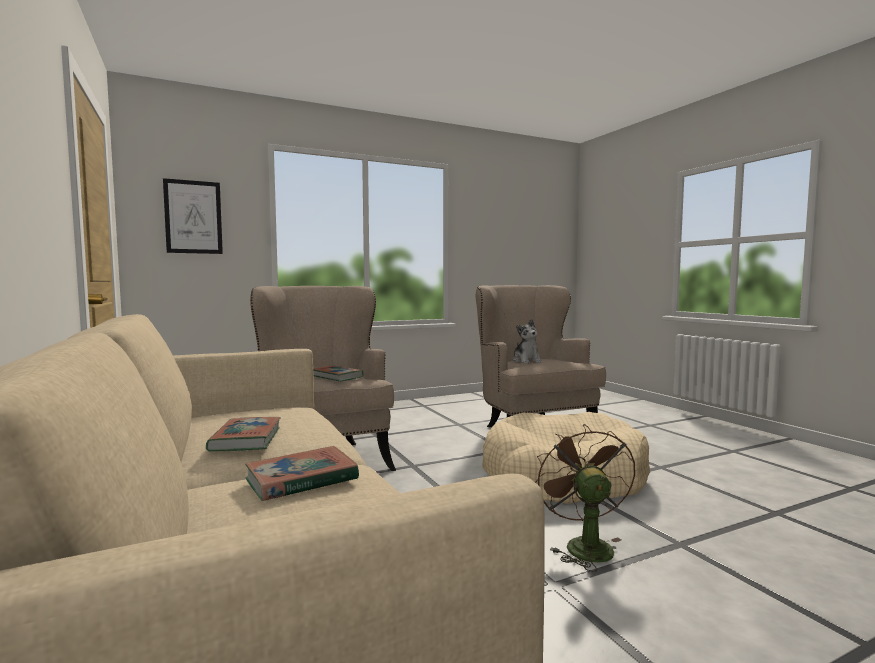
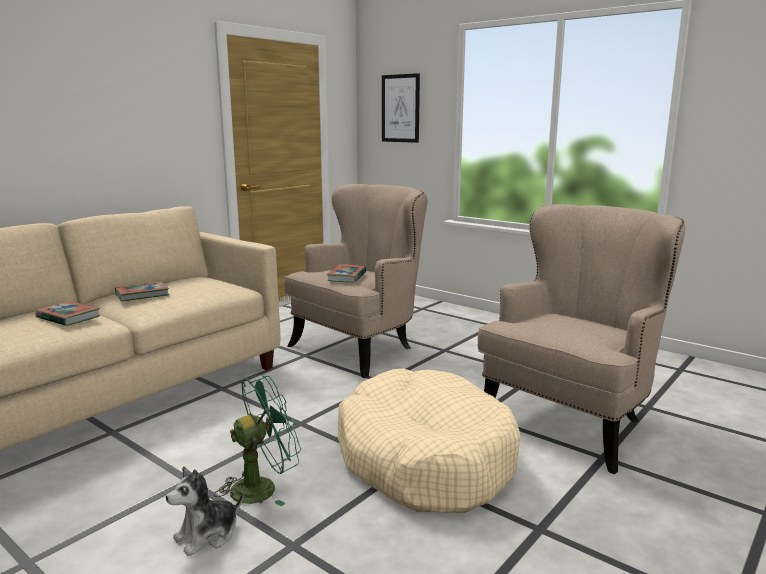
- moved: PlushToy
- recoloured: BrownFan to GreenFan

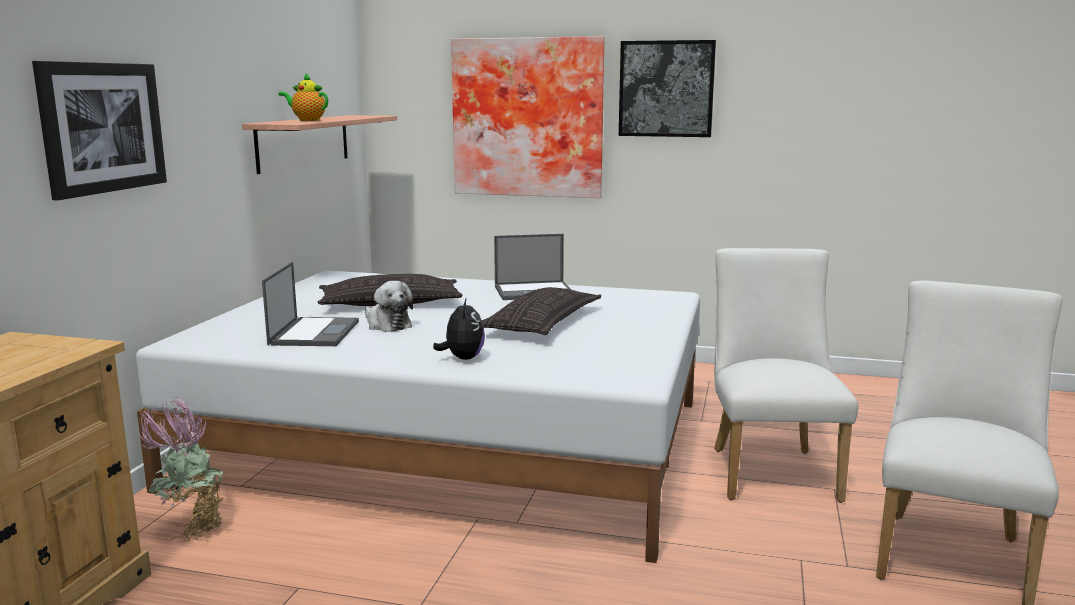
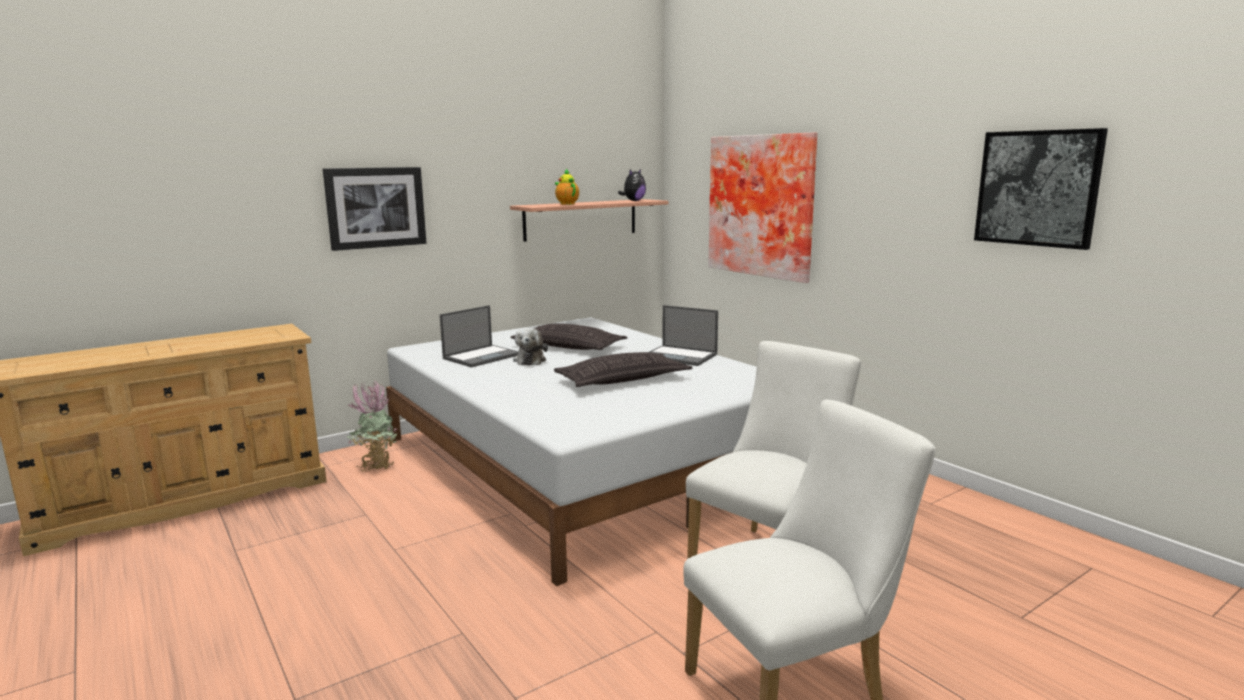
- moved: Picture (3rd from left)
- moved: PlushToy (2nd from left)

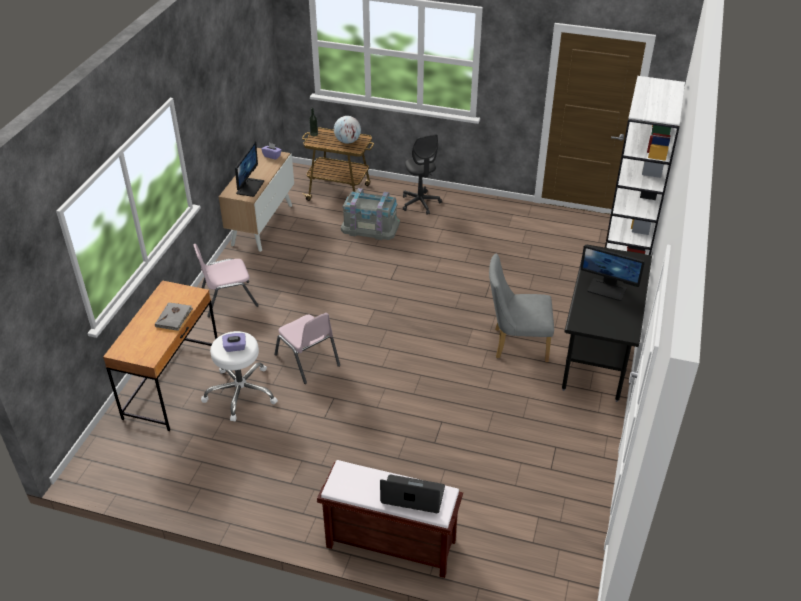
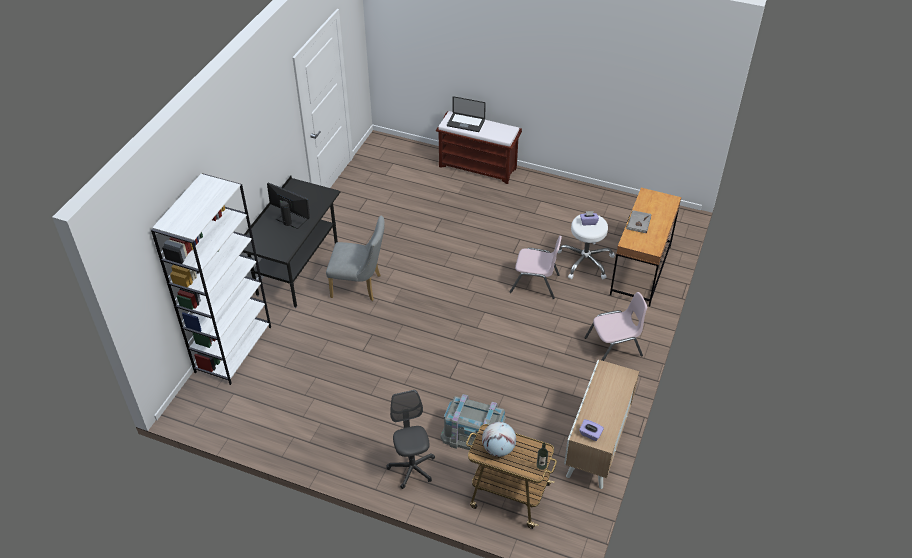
- removed: Monitor (1st from left)
- turned: PinkChair (2nd from left in the first image) 135 degrees clockwise

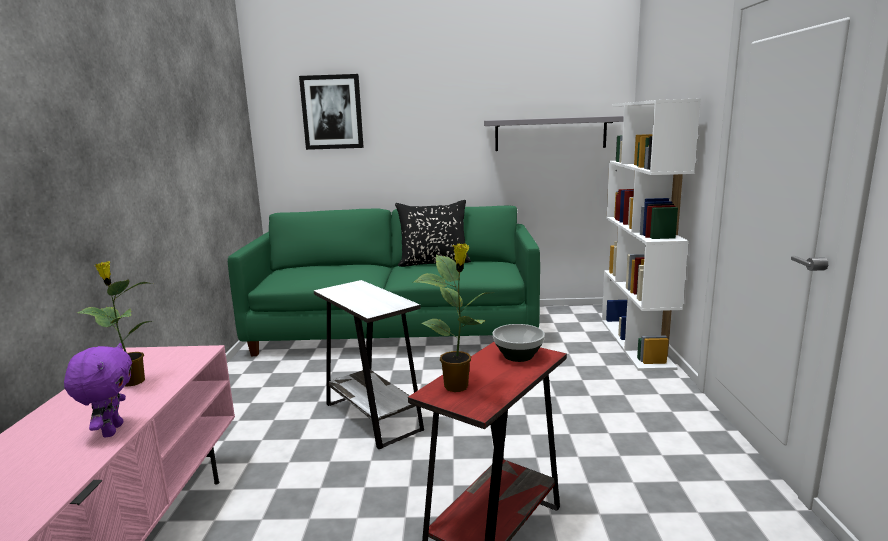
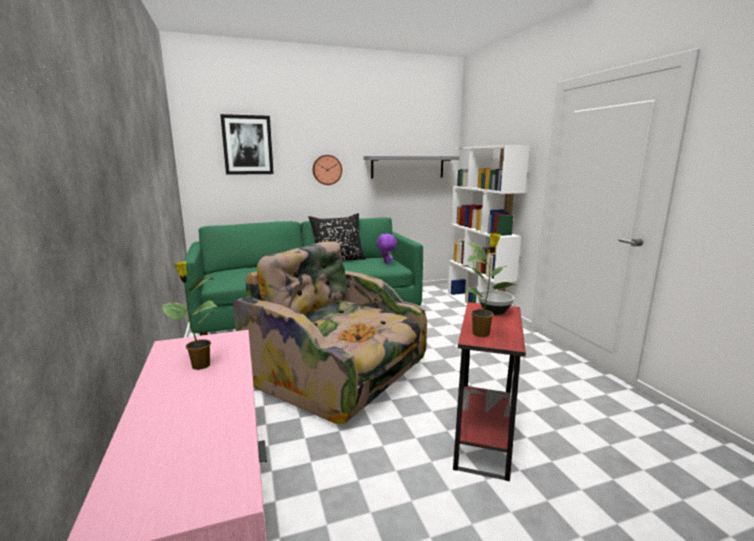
- replaced: WhiteSideTable to Armchair
- moved: PurplePlushToy
- added: WallClock

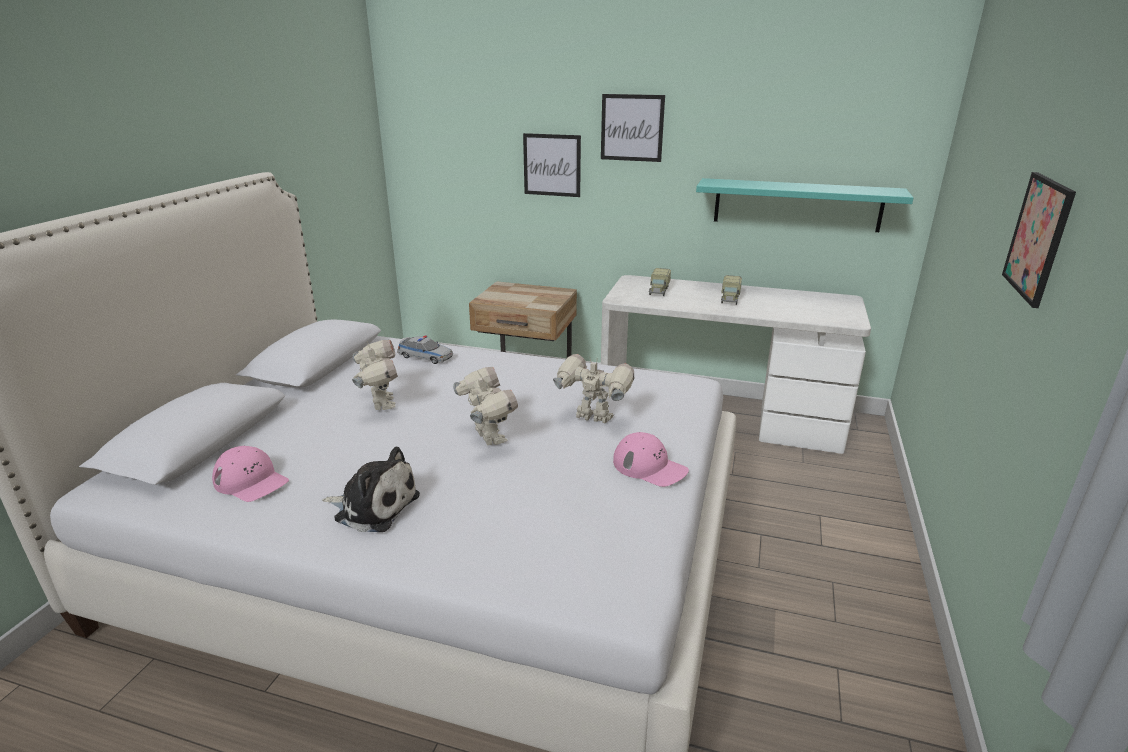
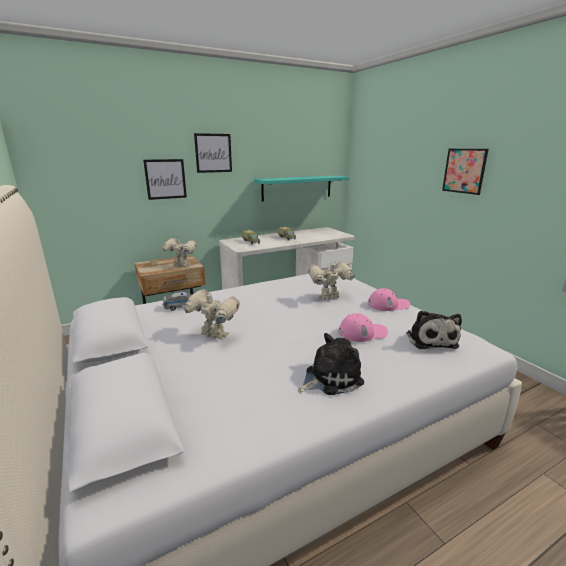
- moved: ToyRobot (2nd from left in the first image) to ToyRobot (1st from left)
- moved: PinkCap (1st from left)
- added: PlushToy (2nd from left)

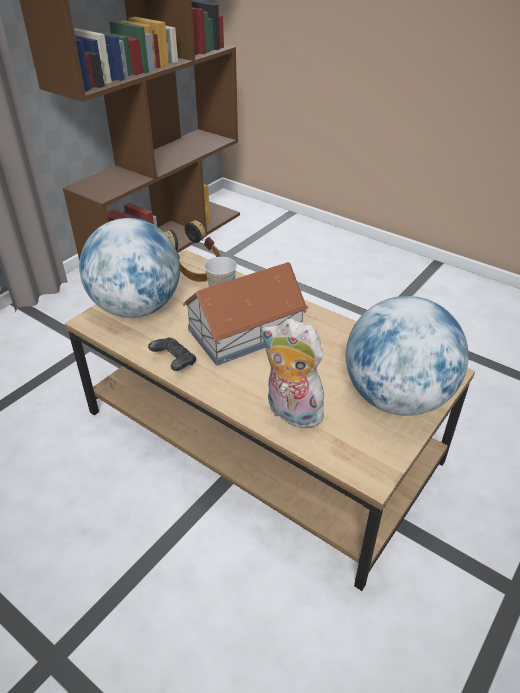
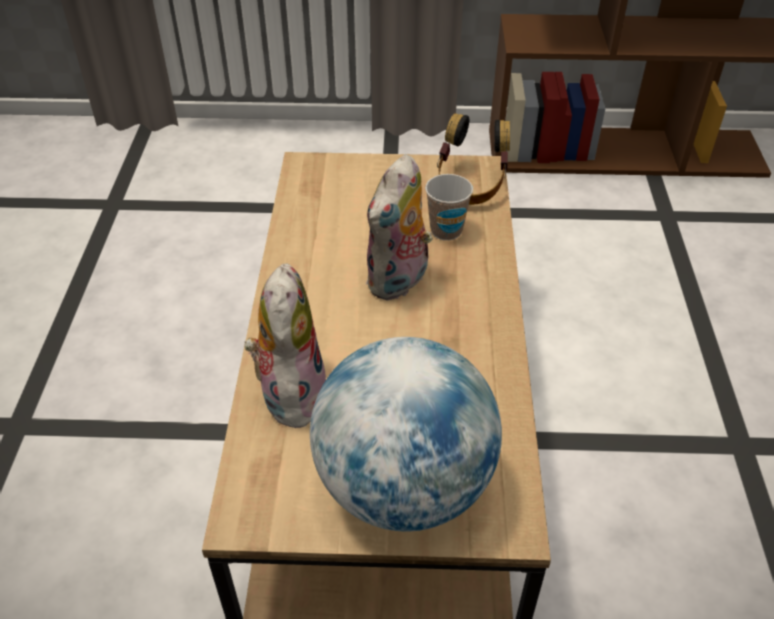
- removed: Globe (1st from left)
- replaced: ToyHouse to PlushToy (2nd from left)
- removed: BlackGameController

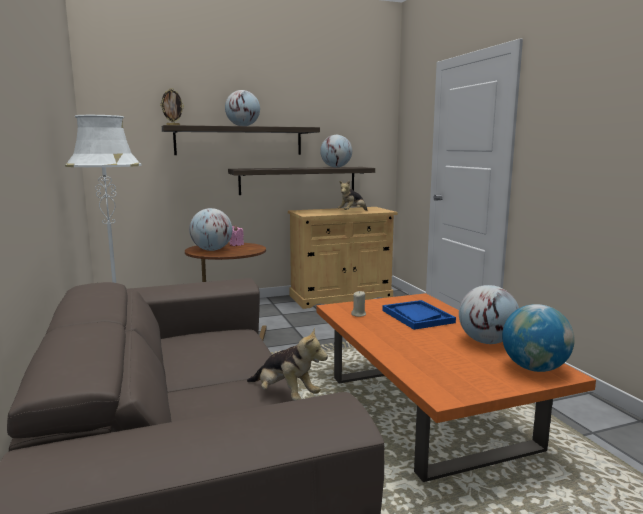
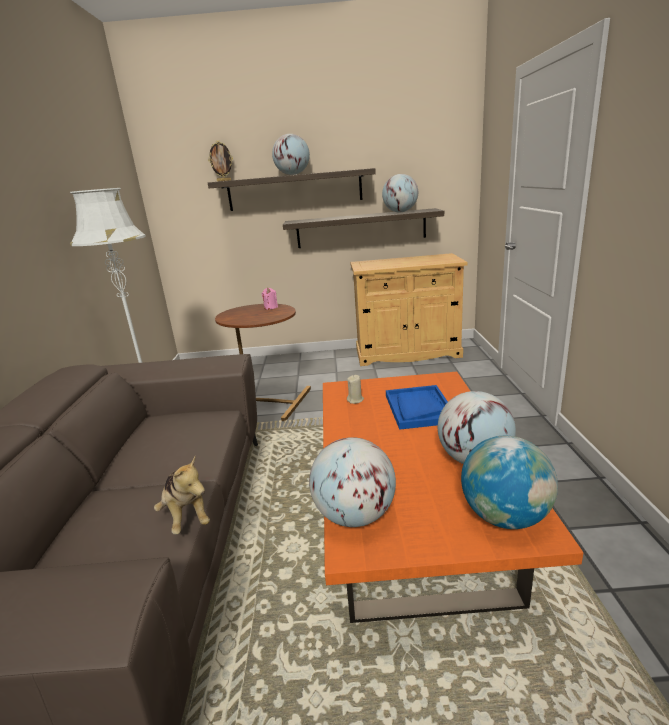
- removed: PlushToy (2nd from left)
- moved: Globe (1st from left in the first image) to Globe (2nd from left)

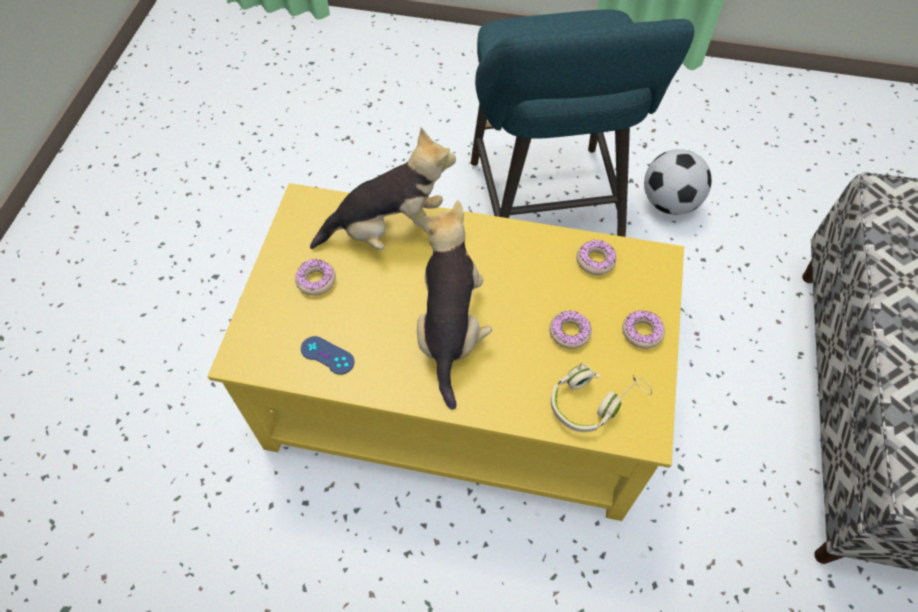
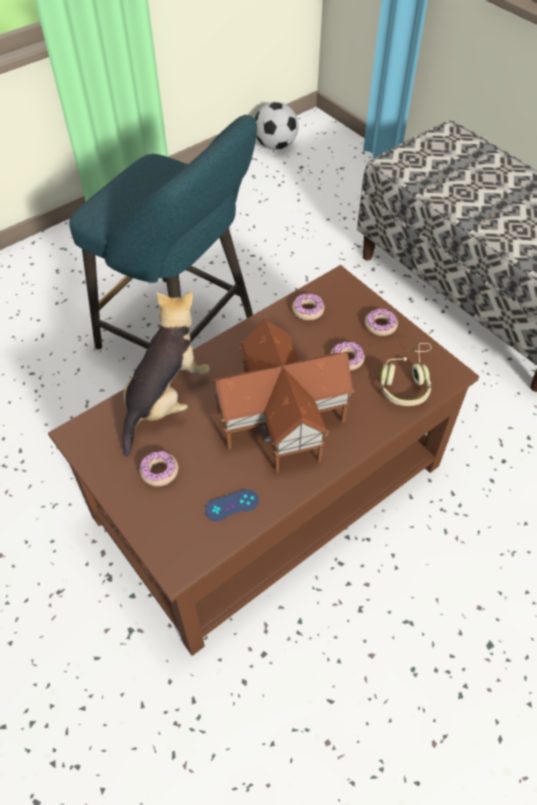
- moved: Football
- recoloured: YellowCoffeeTable to BrownCoffeeTable
- replaced: PlushToy (2nd from left) to ToyHouse

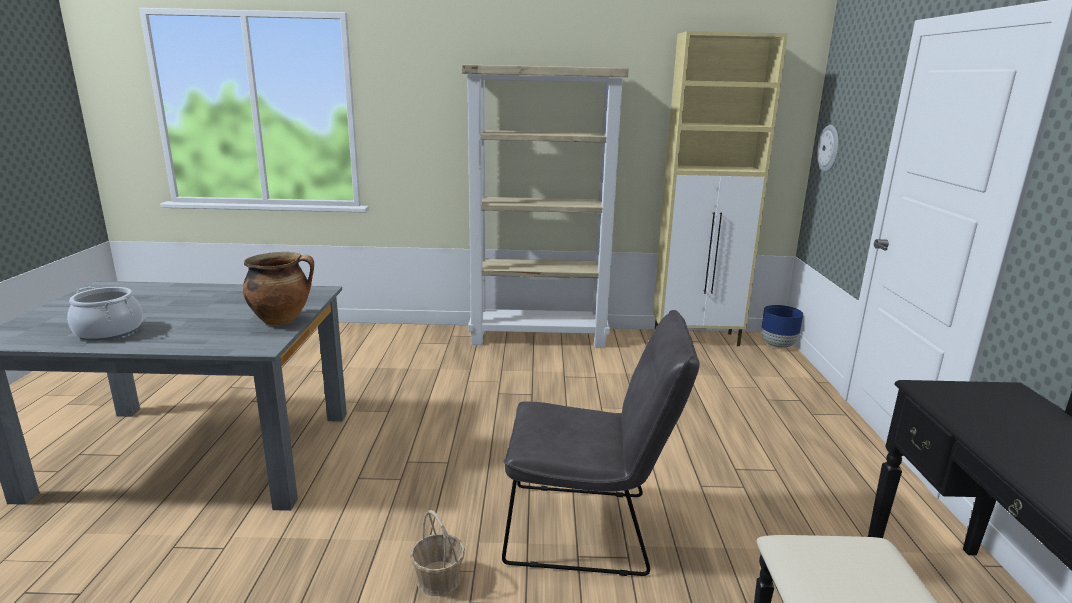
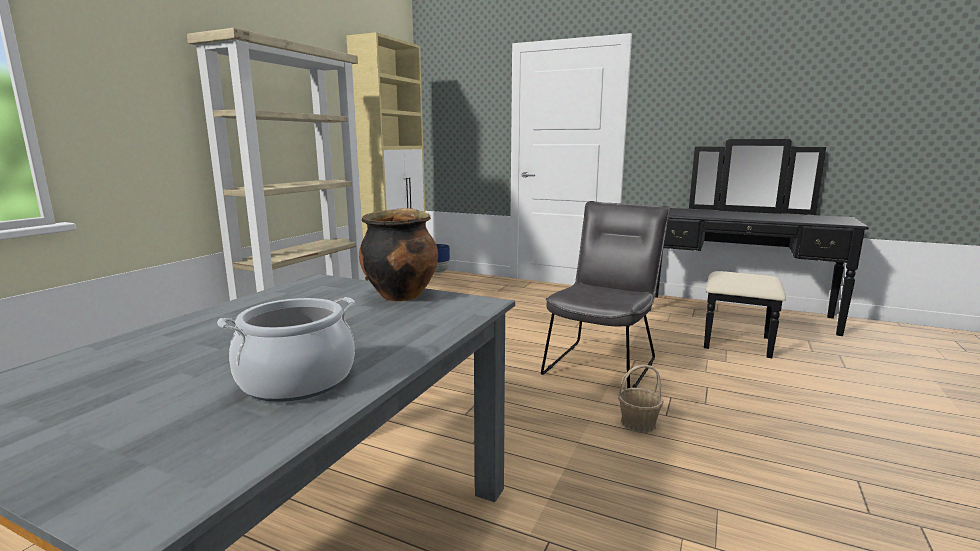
- removed: WallClock

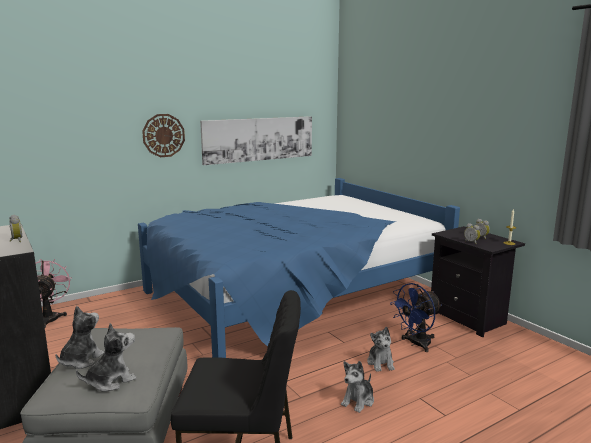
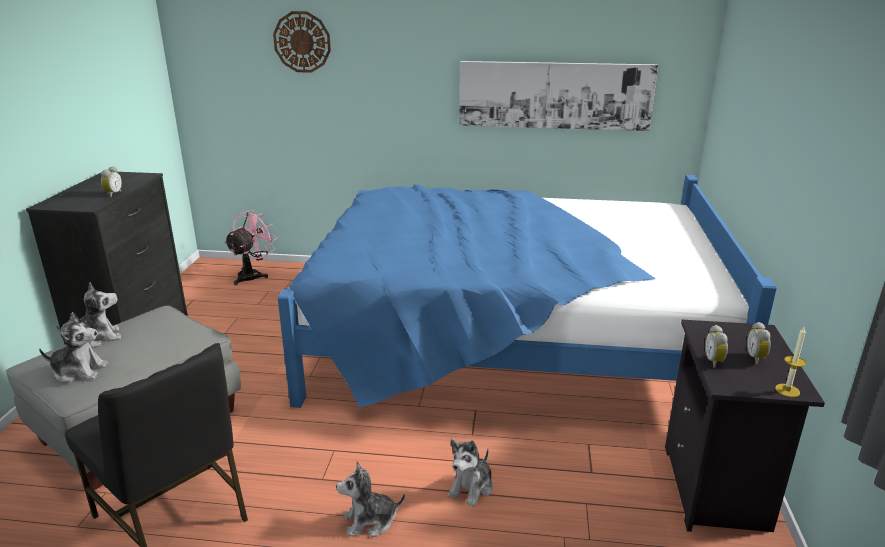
- moved: WallClock
- removed: BlueFan

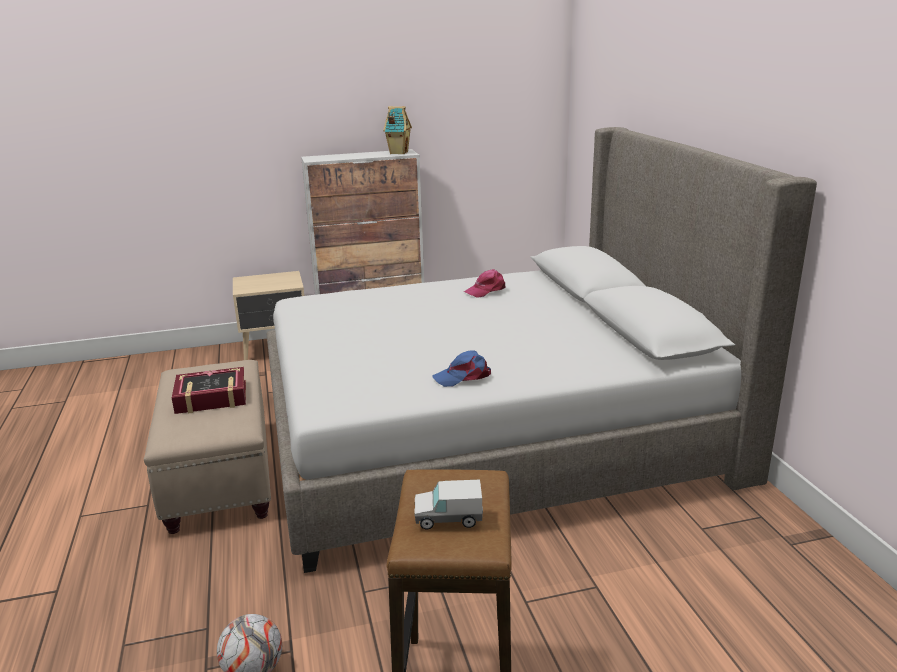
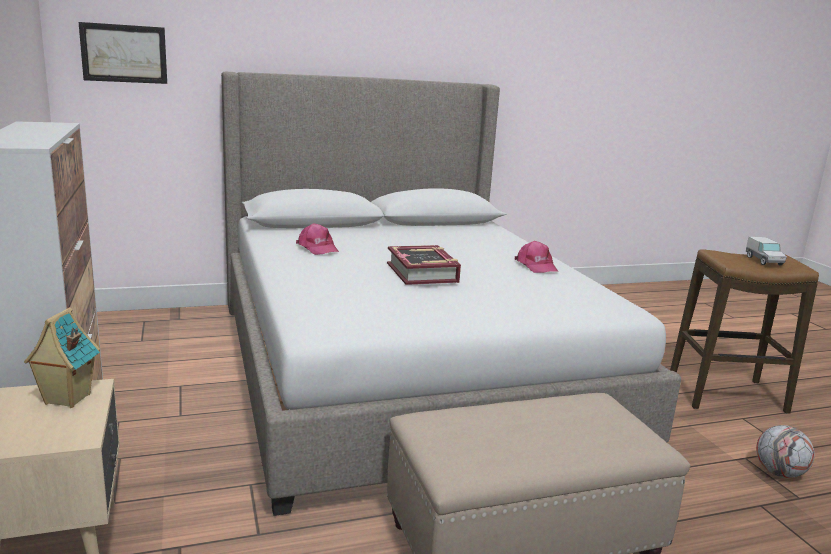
- moved: ToyHouse
- recoloured: BlueCap to PinkCap (2nd from left)
- moved: Book
- added: Picture

